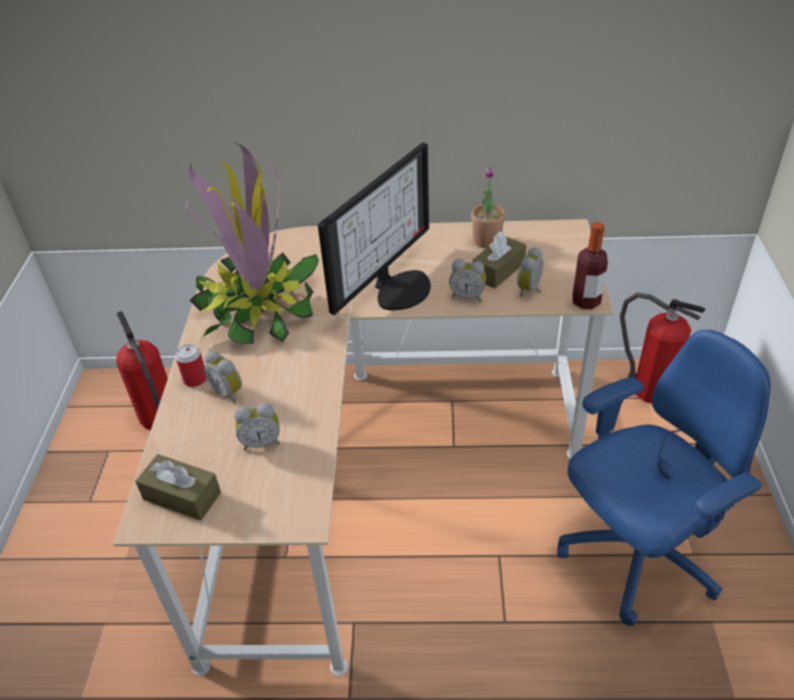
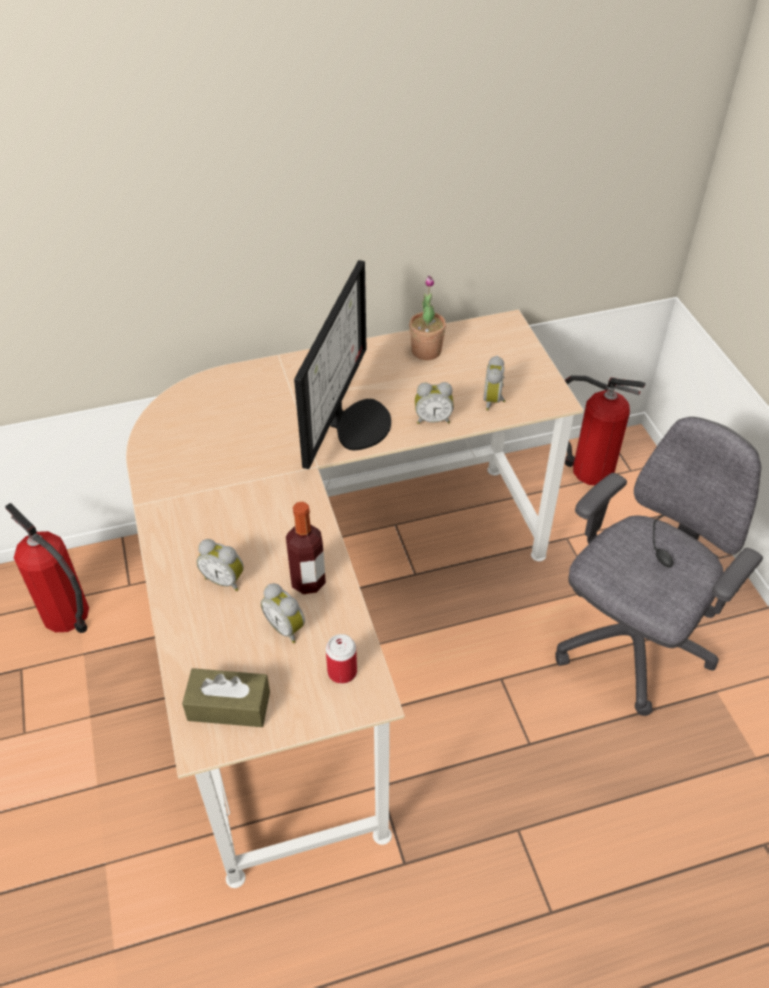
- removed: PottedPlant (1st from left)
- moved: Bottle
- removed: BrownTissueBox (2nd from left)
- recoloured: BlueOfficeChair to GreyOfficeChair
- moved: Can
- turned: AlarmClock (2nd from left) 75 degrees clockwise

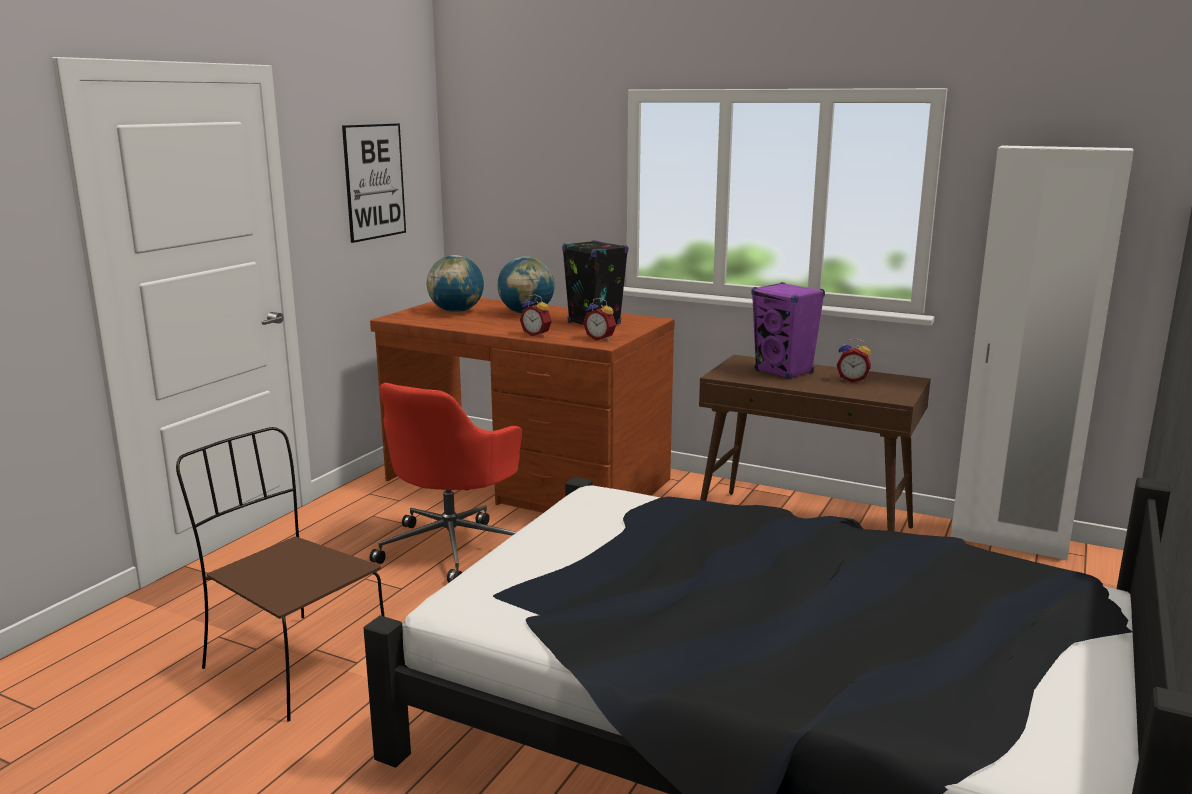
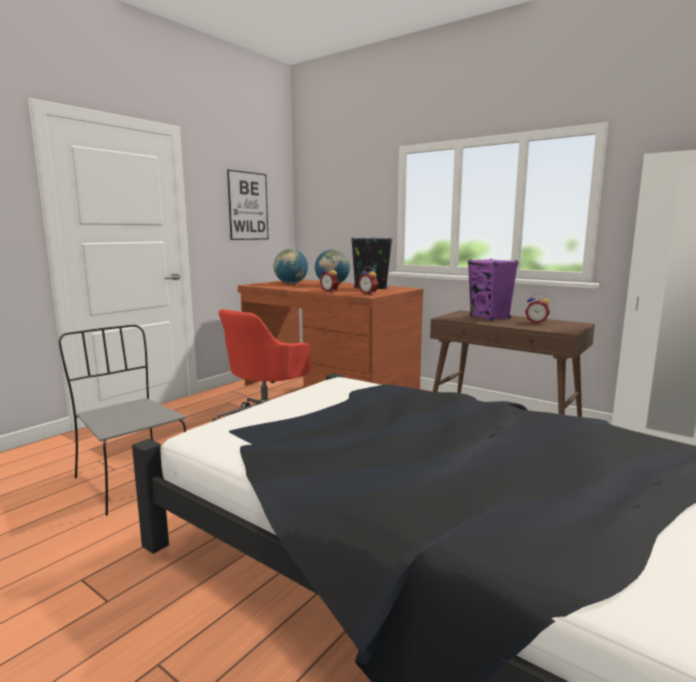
- recoloured: BrownChair to GreyChair

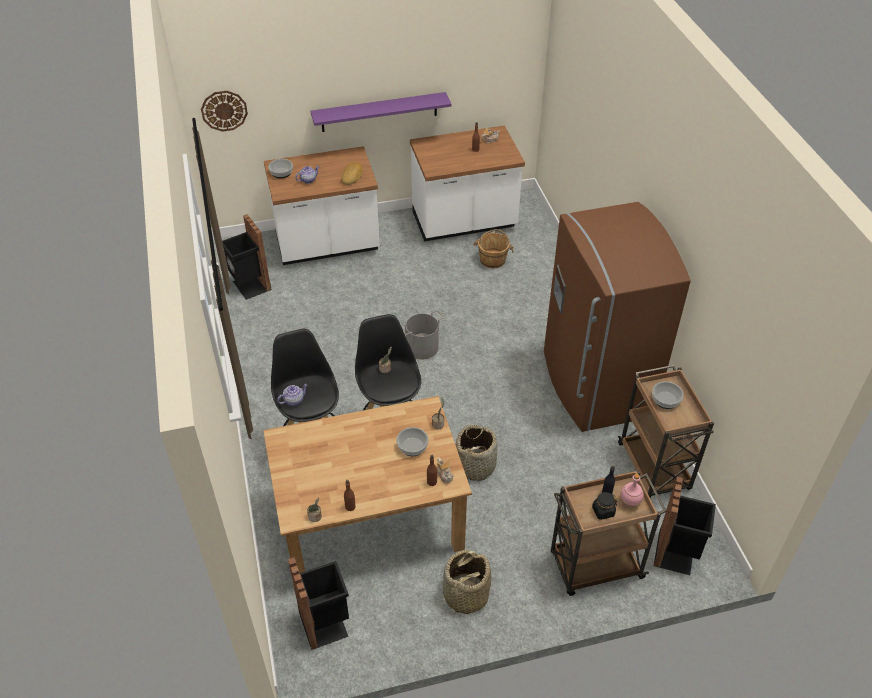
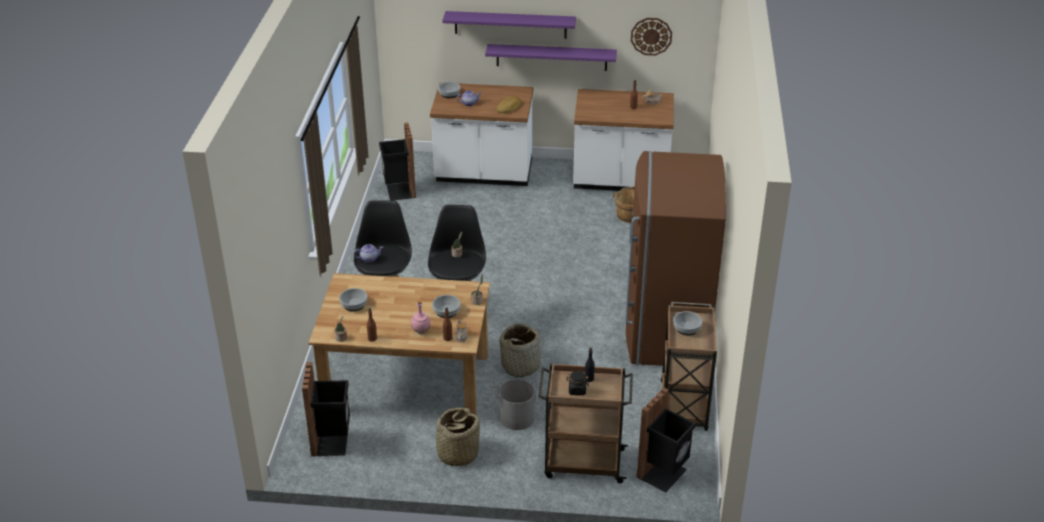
- moved: WallClock
- moved: GreyBucket
- moved: PinkBottle
- added: PurpleShelf (1st from left)
- added: Bowl (1st from left)

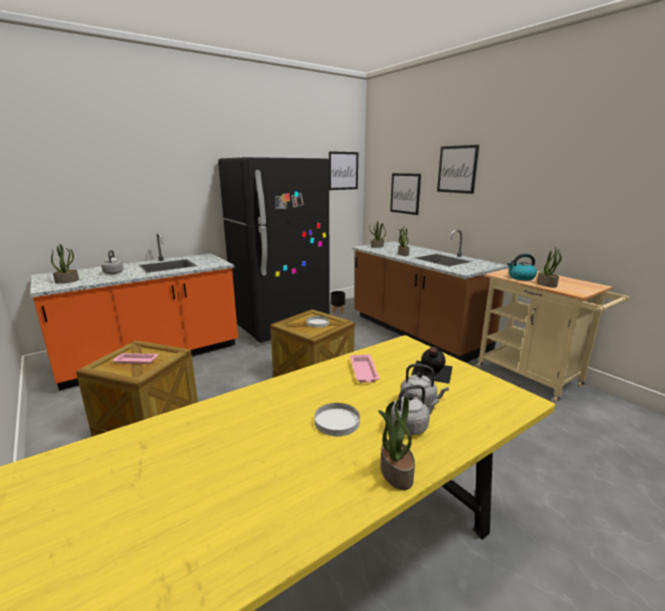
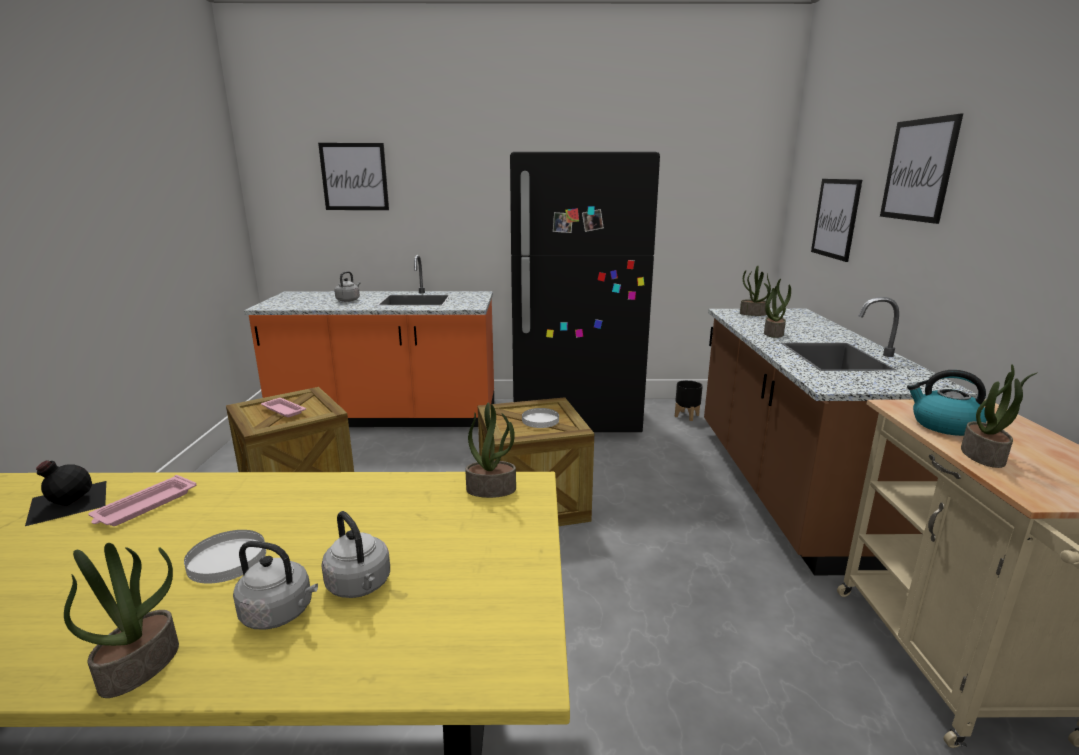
- moved: Picture (1st from left)
- moved: PottedPlant (1st from left in the first image) to PottedPlant (2nd from left)
- moved: BlackBottle
- moved: PinkTray (2nd from left in the first image) to PinkTray (1st from left)

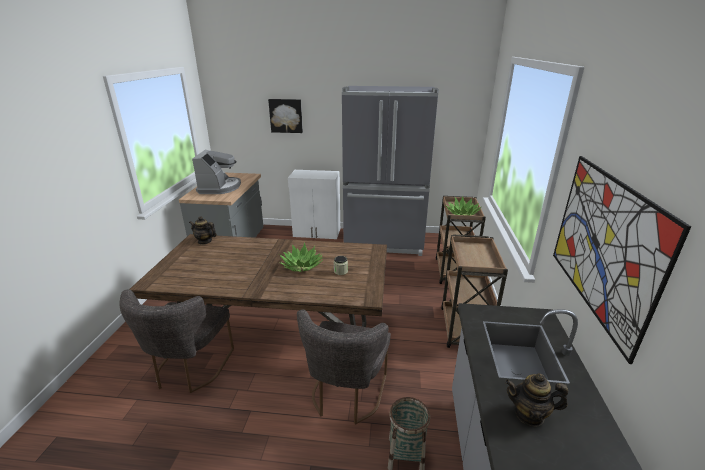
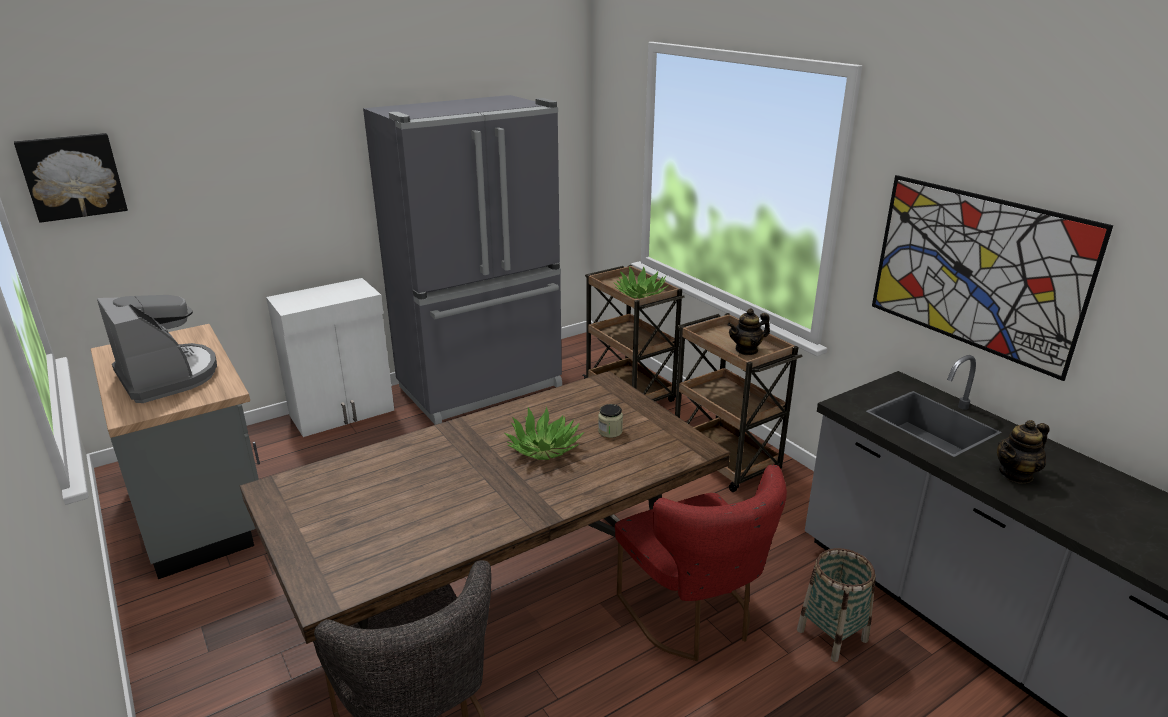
- moved: Picture (1st from left)
- moved: Teapot (1st from left)
- recoloured: GreyChair (2nd from left) to RedChair

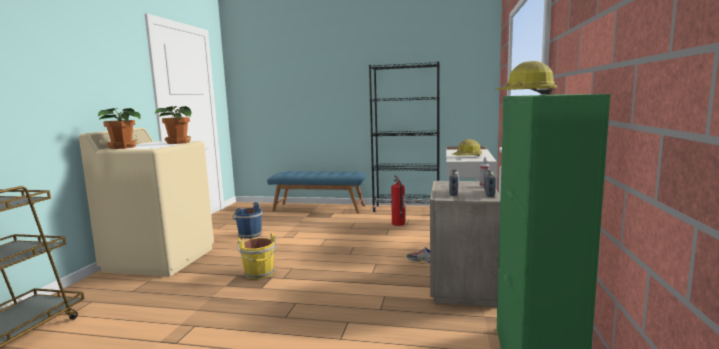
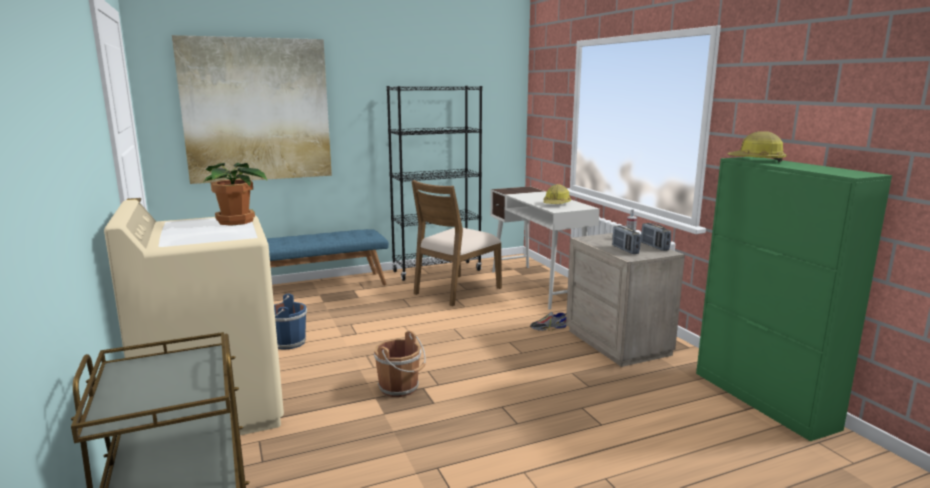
- removed: PottedPlant (1st from left)
- replaced: FireExtinguisher to BrownChair
- recoloured: YellowBucket to BrownBucket
- added: Picture

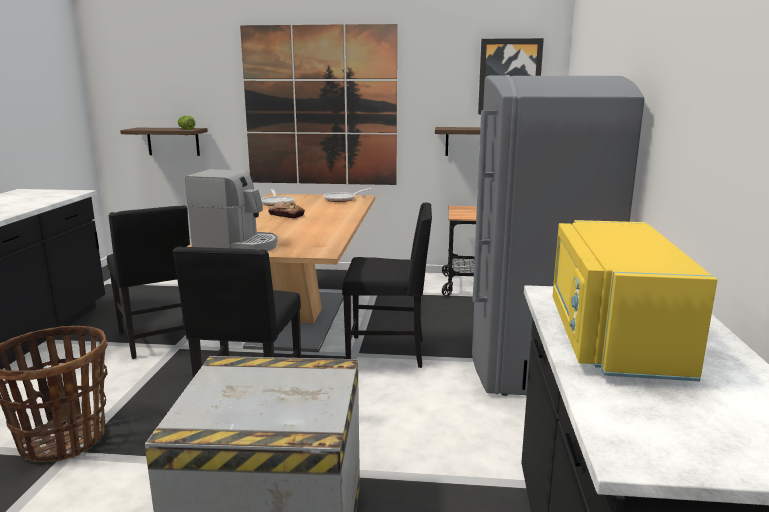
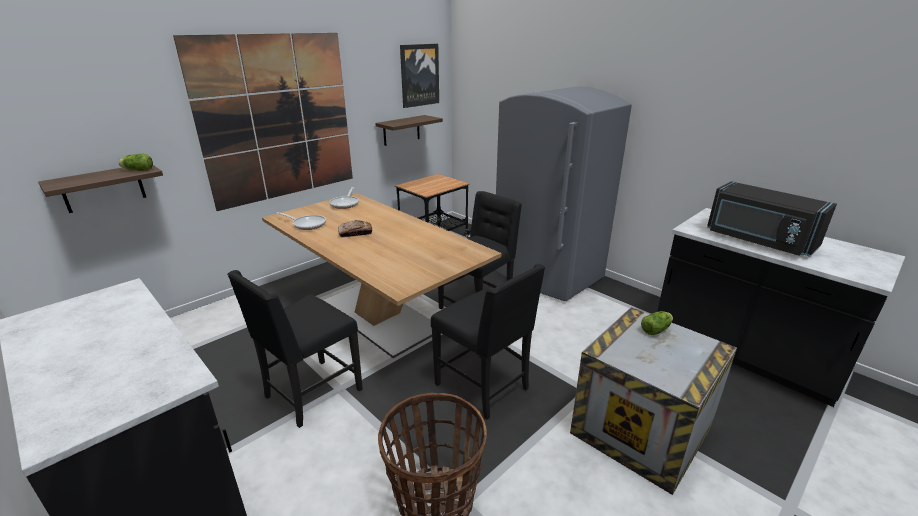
- removed: CoffeeMachine
- turned: BlackChair (1st from left) 120 degrees clockwise
- recoloured: YellowMicrowave to BlackMicrowave
- added: Lettuce (2nd from left)

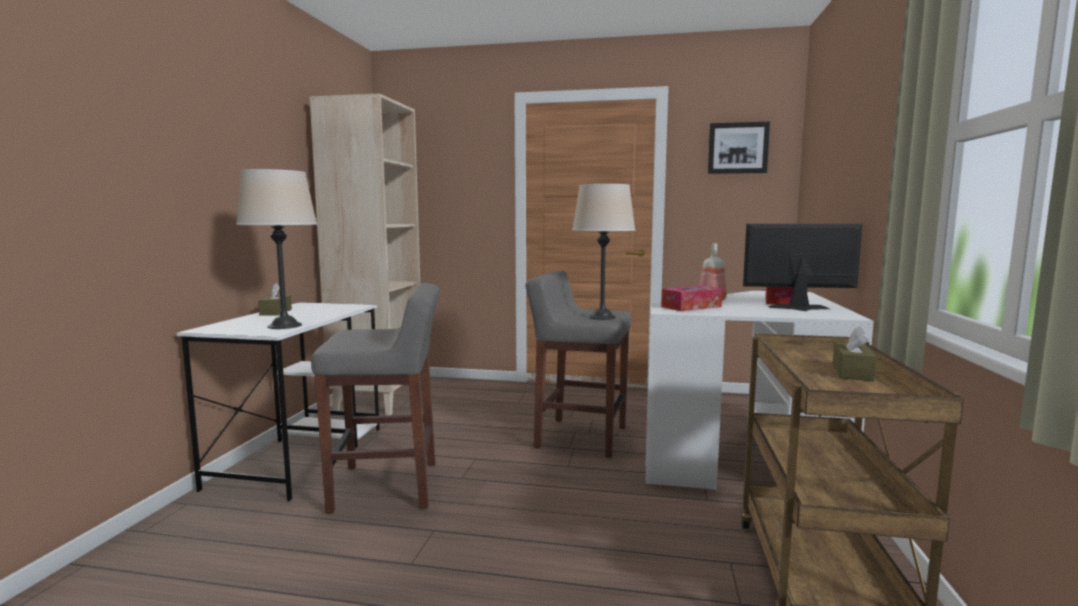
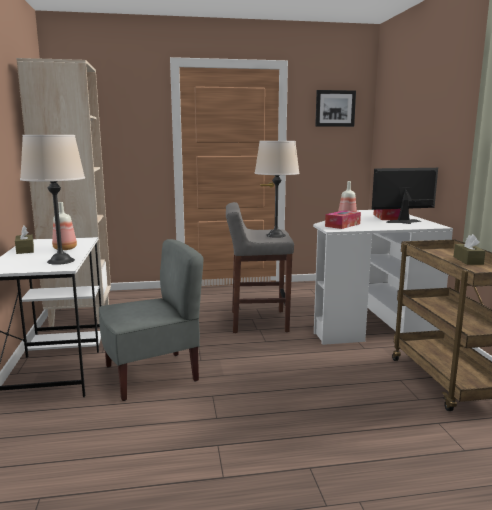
- replaced: GreyStool (1st from left) to GreyChair
- added: Bottle (1st from left)

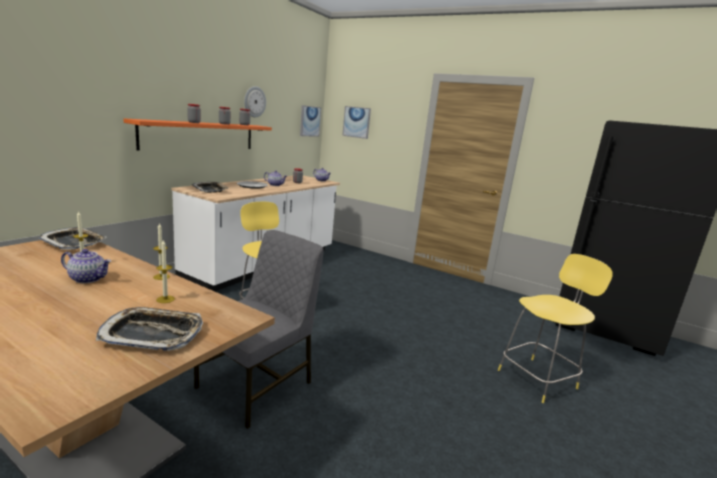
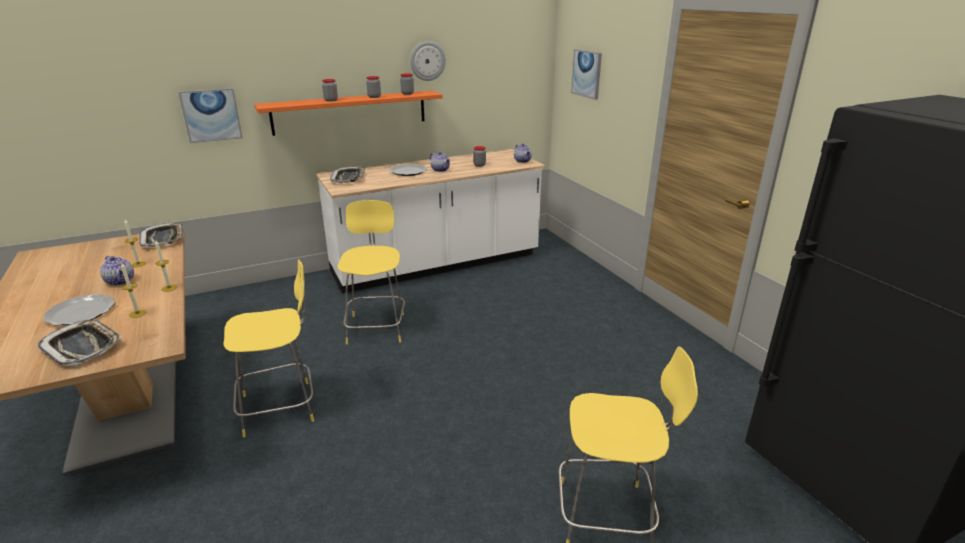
- moved: Picture (1st from left)
- replaced: GreyChair to YellowStool (1st from left)
- added: Plate (1st from left)

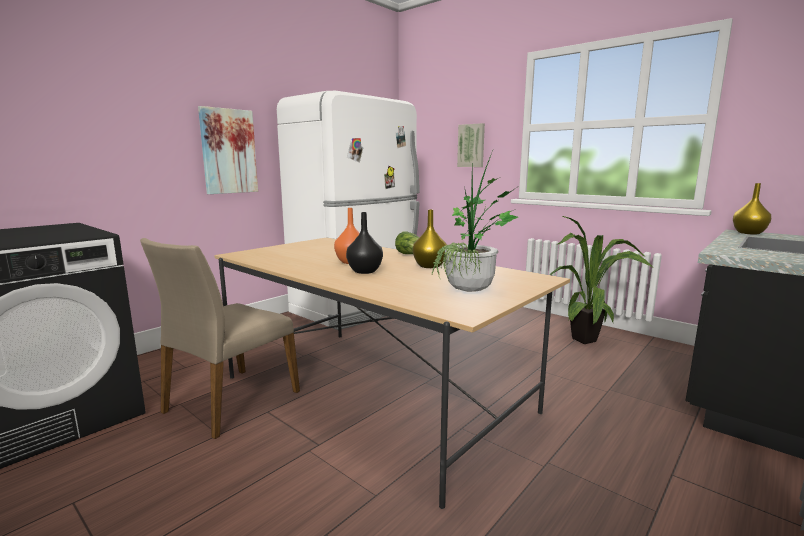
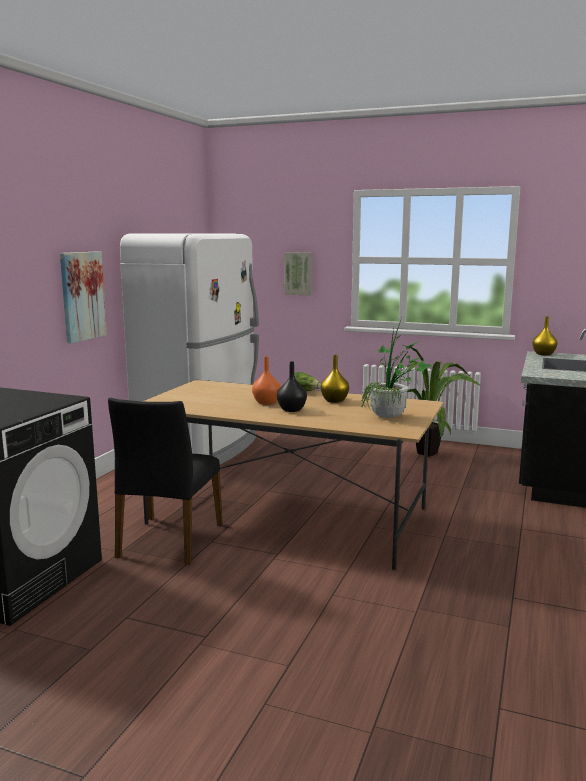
- recoloured: BeigeChair to BlackChair

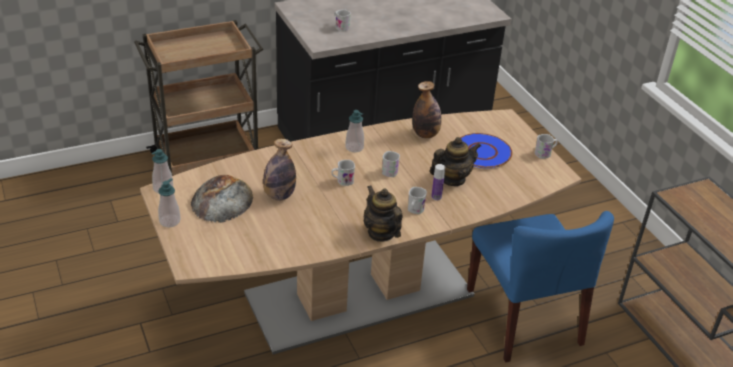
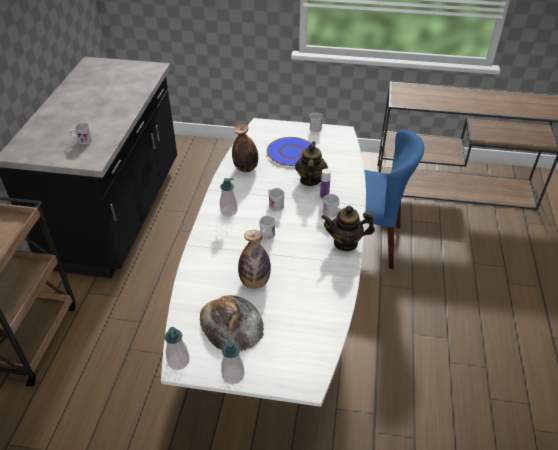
- recoloured: BrownDiningTable to WhiteDiningTable

